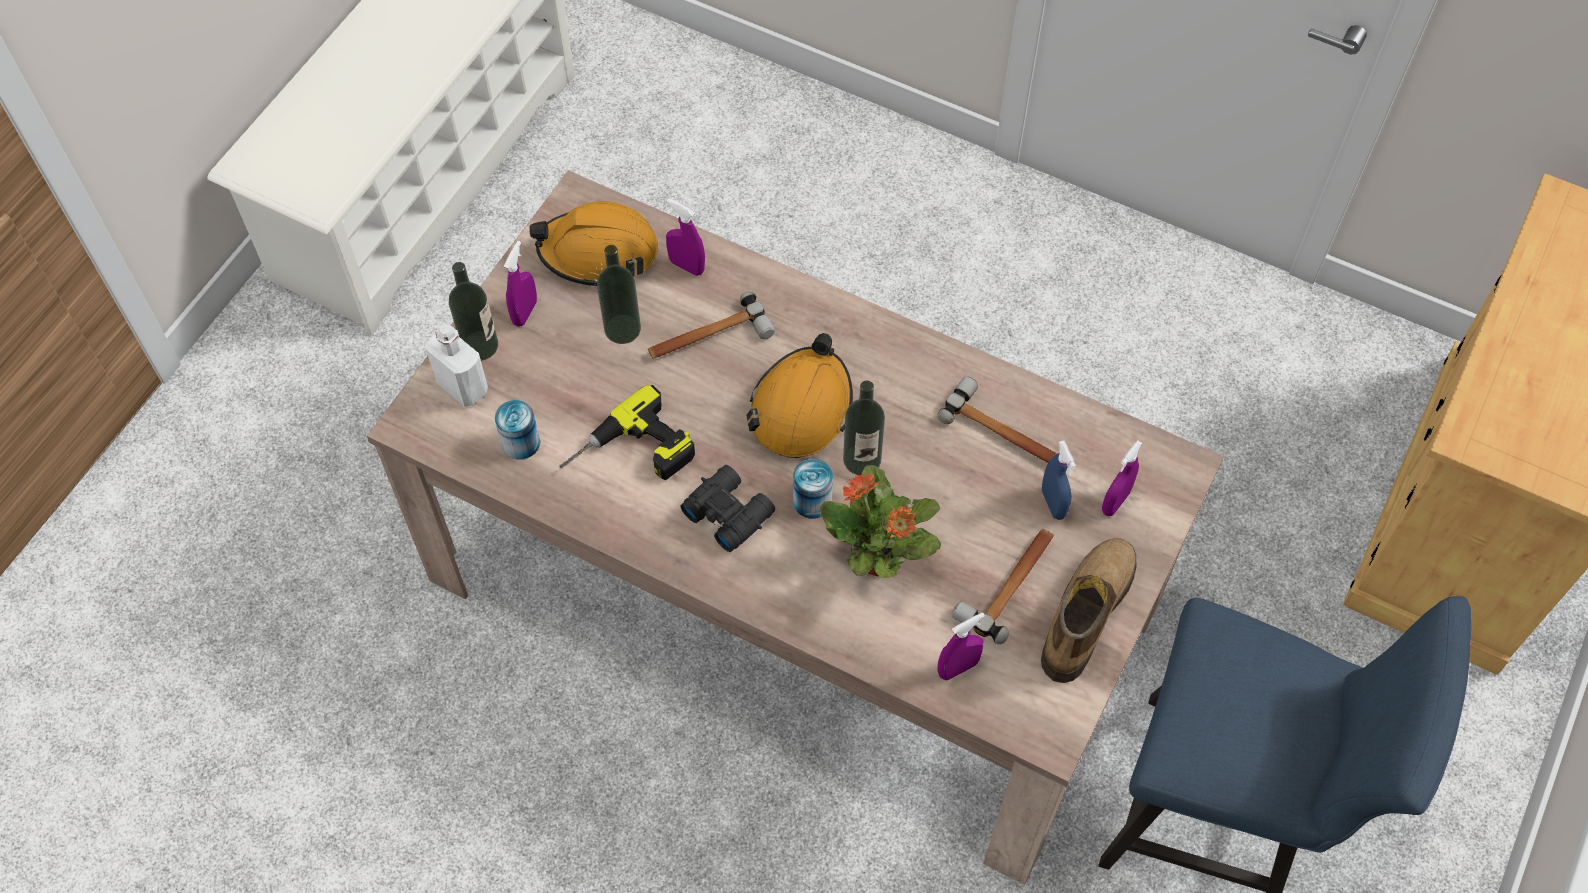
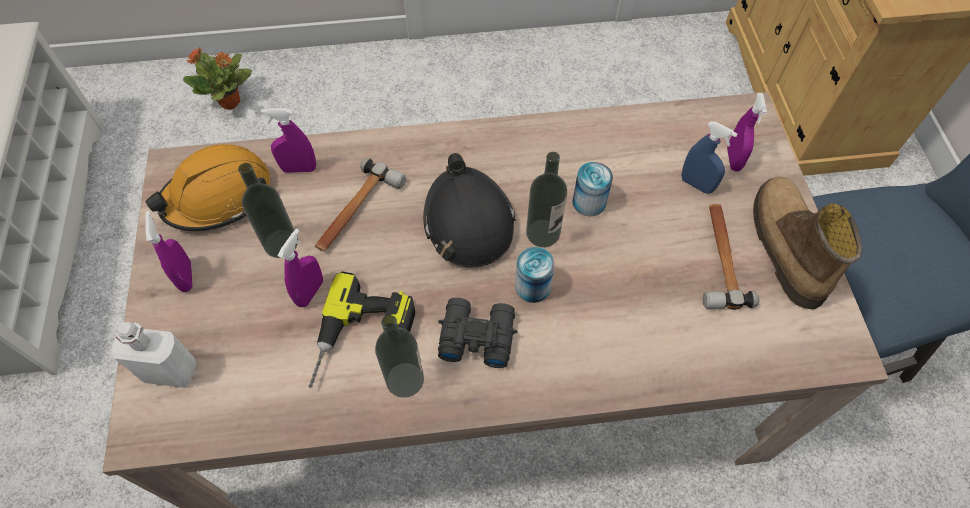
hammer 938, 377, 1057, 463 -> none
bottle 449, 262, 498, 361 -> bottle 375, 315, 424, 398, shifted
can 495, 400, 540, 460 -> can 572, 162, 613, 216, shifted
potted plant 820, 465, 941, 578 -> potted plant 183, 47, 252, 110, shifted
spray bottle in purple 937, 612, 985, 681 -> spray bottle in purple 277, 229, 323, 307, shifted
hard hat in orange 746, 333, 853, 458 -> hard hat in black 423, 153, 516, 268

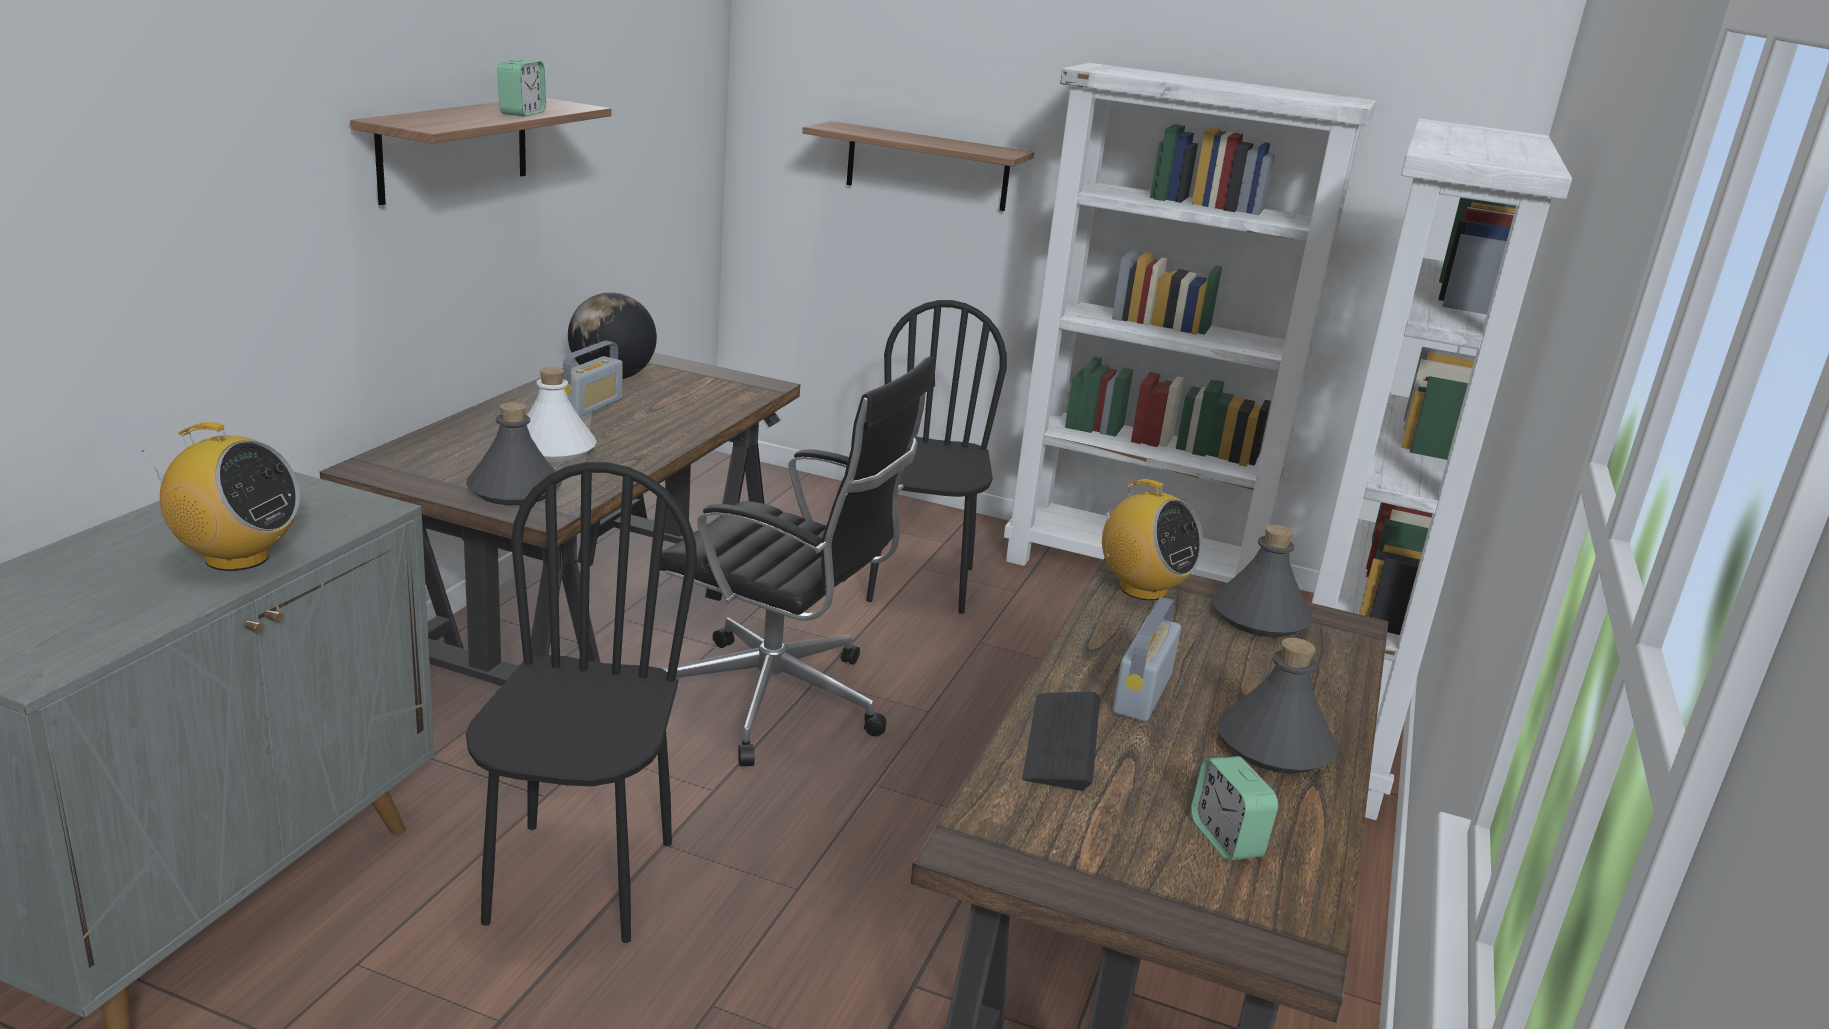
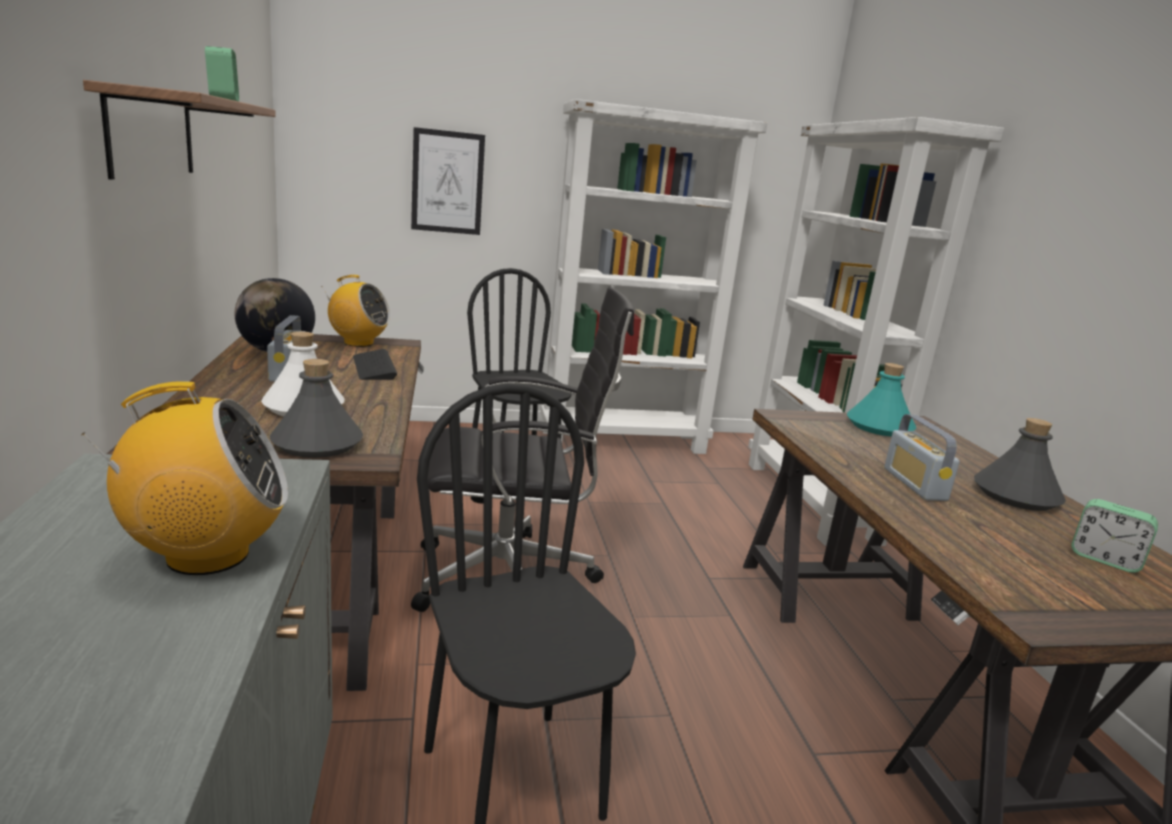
keyboard 1022, 692, 1100, 791 -> keyboard 353, 349, 397, 380, shifted
radio 1099, 479, 1203, 601 -> radio 321, 275, 390, 347, shifted
shelf 802, 121, 1034, 211 -> picture 411, 127, 485, 235
bottle in grey 1212, 525, 1312, 637 -> bottle in turquoise 847, 363, 916, 437

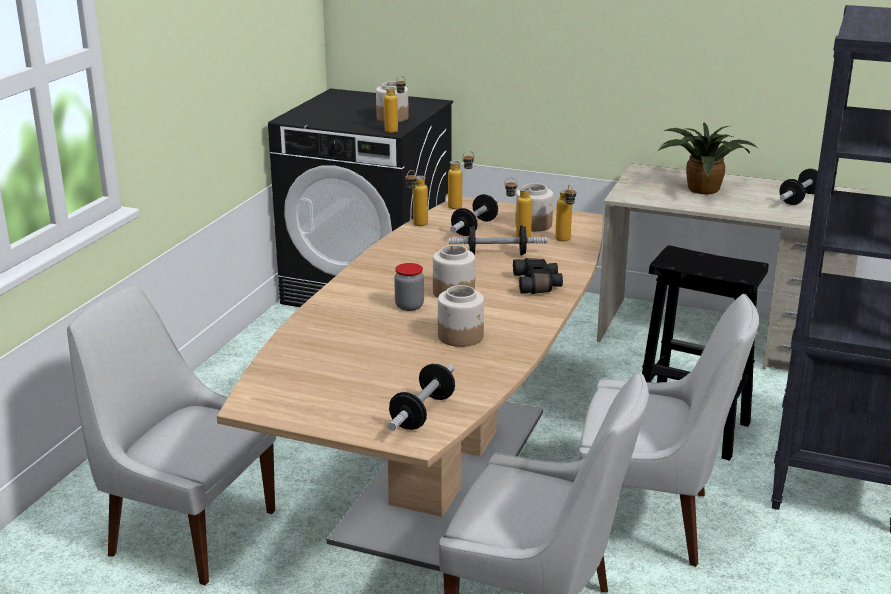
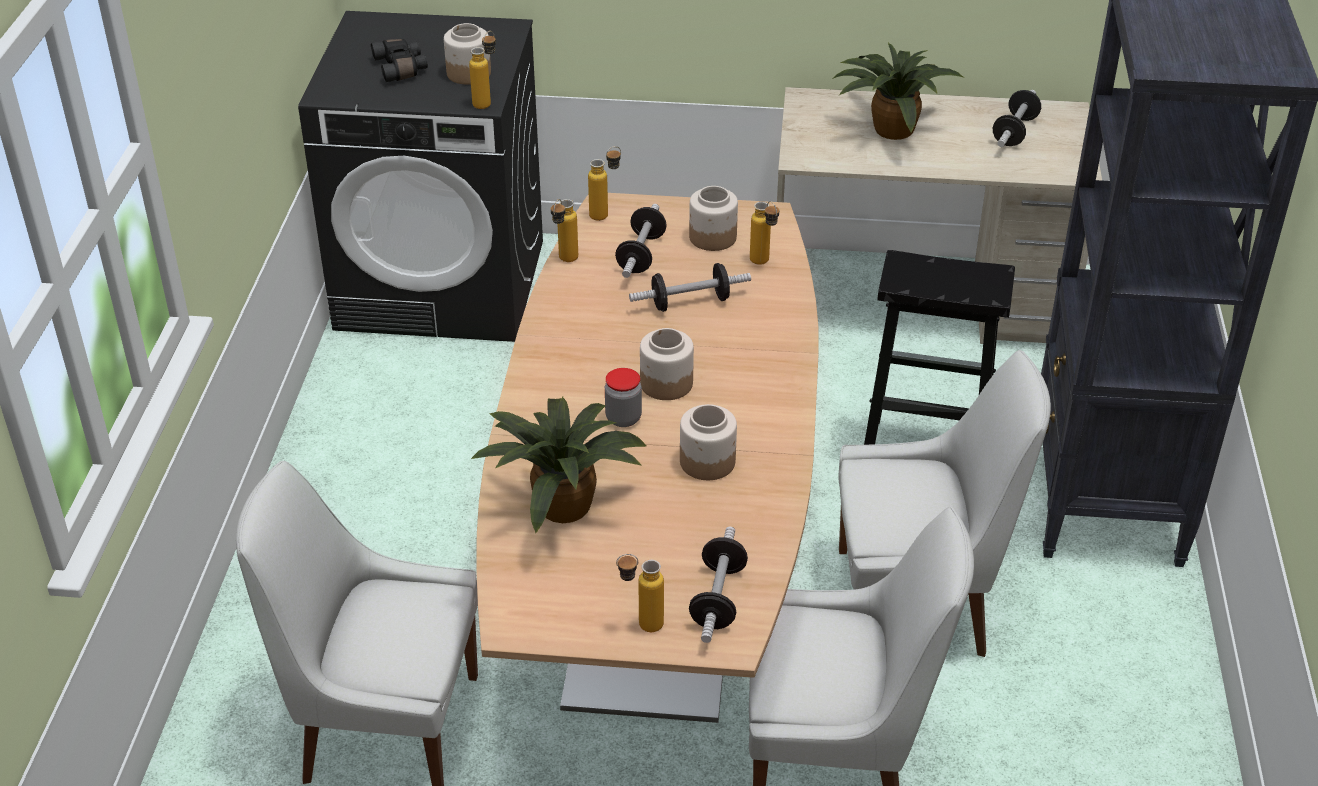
none -> potted plant 471, 397, 647, 533
bottle 504, 177, 532, 237 -> bottle 616, 554, 664, 632, shifted
binoculars in black 513, 258, 563, 294 -> binoculars in black 371, 39, 428, 82, shifted

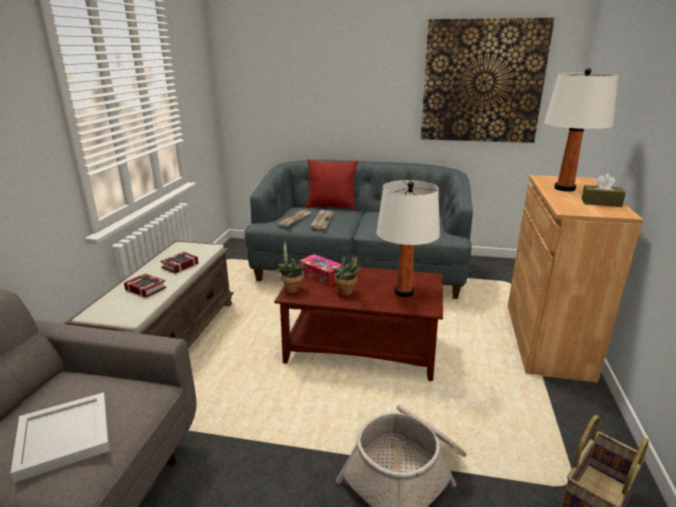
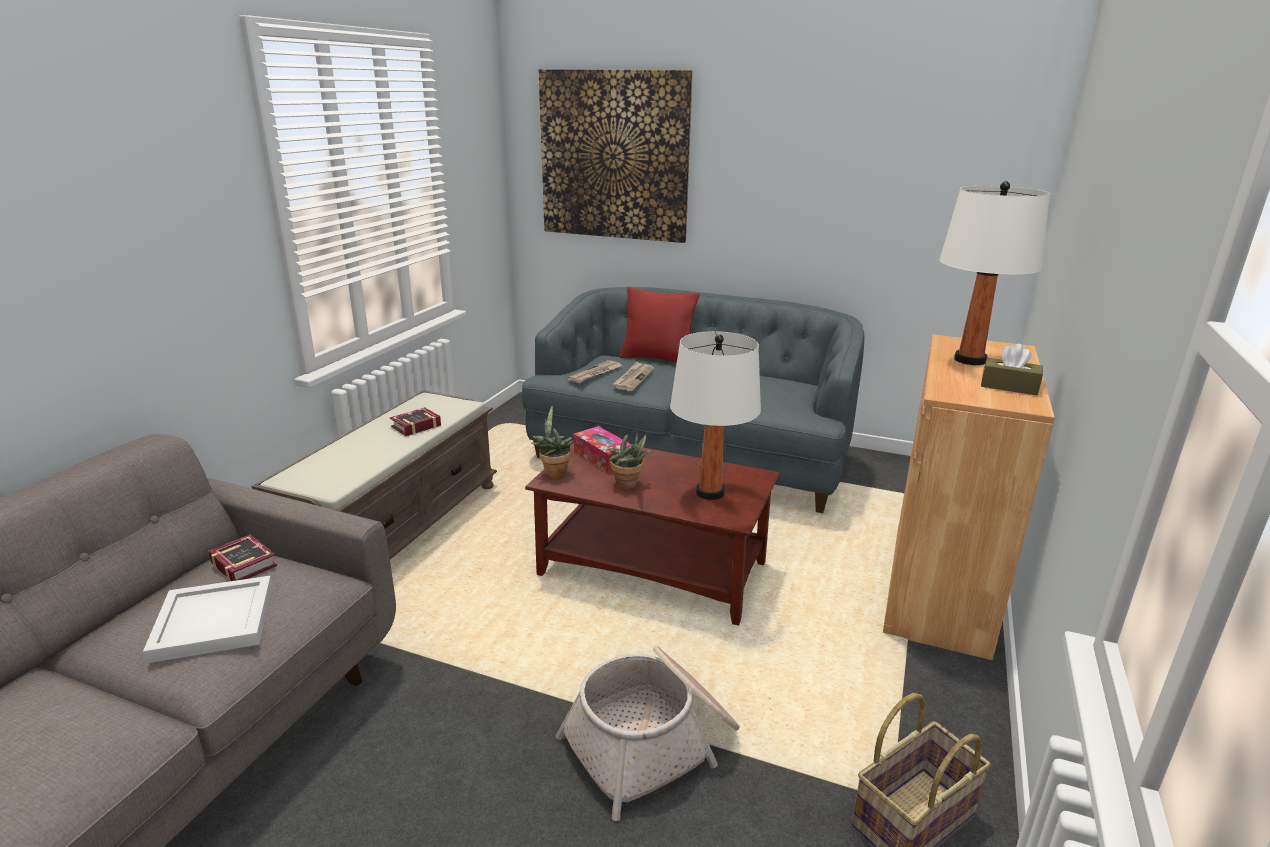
book 124, 273, 166, 298 -> book 208, 534, 277, 582, shifted
picture 421, 18, 555, 143 -> picture 539, 69, 693, 243, shifted

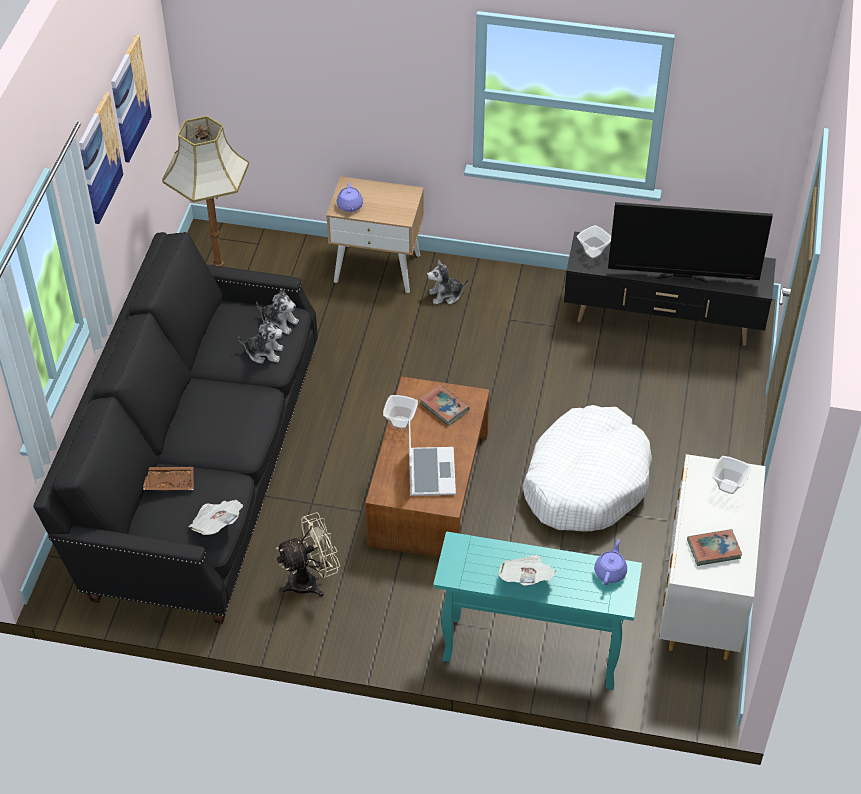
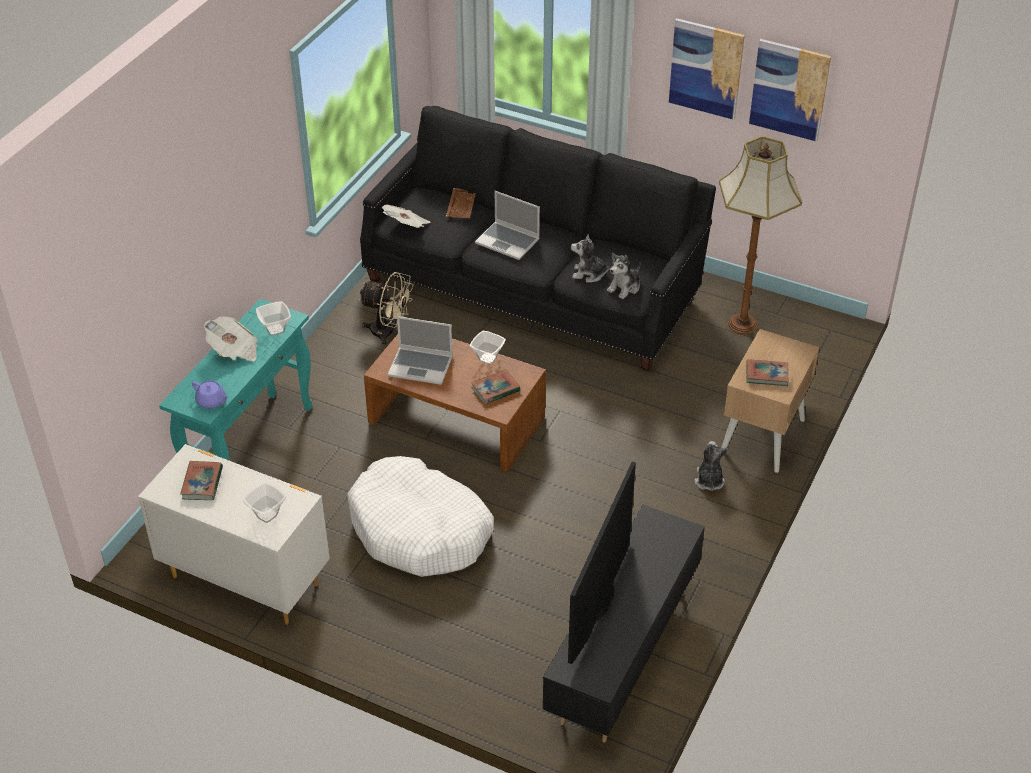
teapot in purple 337, 183, 363, 212 -> none
none -> laptop 475, 191, 540, 260
none -> book 746, 359, 789, 386
bowl 577, 225, 611, 259 -> bowl 256, 301, 291, 336, shifted
plush toy 238, 317, 283, 364 -> plush toy 571, 234, 613, 283, 75 degrees clockwise
fan in beige 276, 512, 340, 597 -> fan in beige 359, 272, 413, 345, 60 degrees counterclockwise

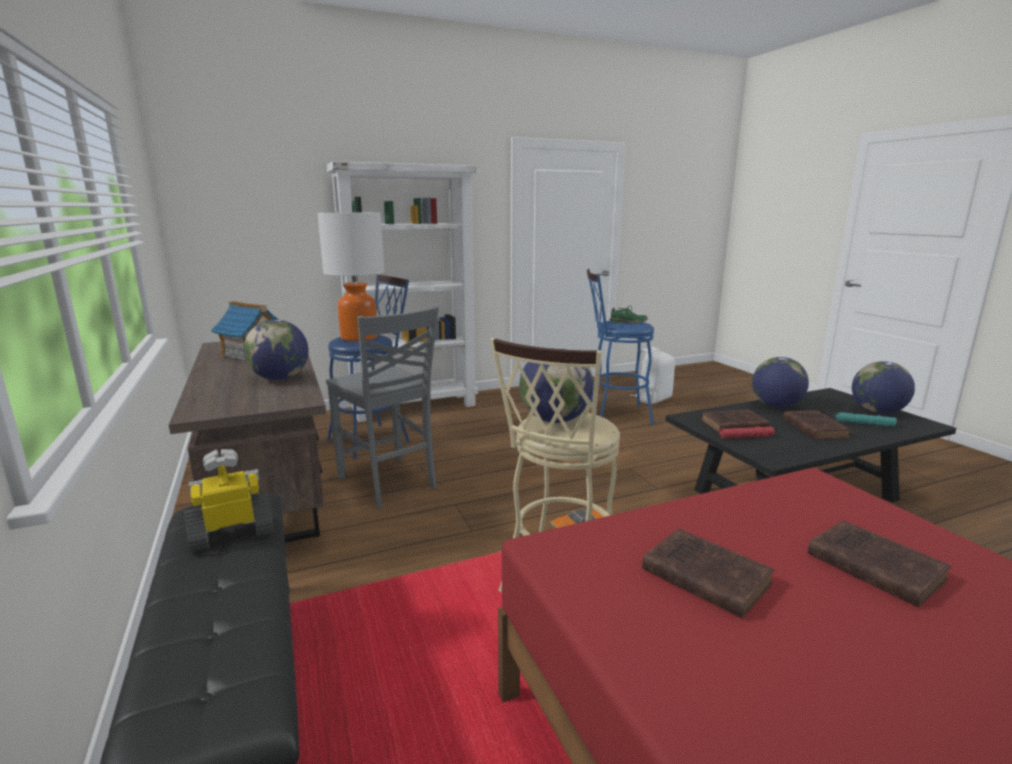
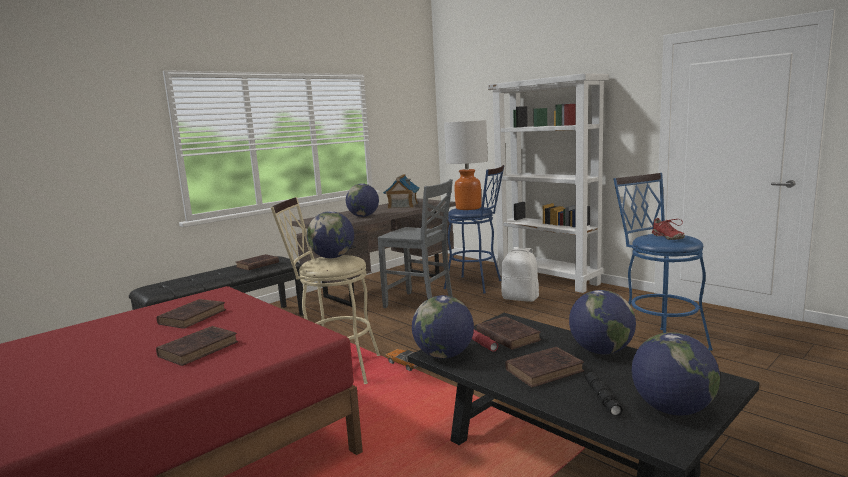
none -> globe 412, 295, 474, 359
backpack in white 632, 347, 675, 404 -> backpack in white 501, 247, 539, 302, shifted
toy robot 184, 449, 274, 553 -> book in brown 236, 254, 279, 270
shoe in green 610, 305, 648, 323 -> shoe in red 650, 218, 685, 240
flashlight in turquoise 835, 412, 897, 427 -> flashlight in black 585, 372, 623, 417
chair in grey 326, 306, 439, 508 -> chair in grey 377, 179, 453, 308, 90 degrees counterclockwise

